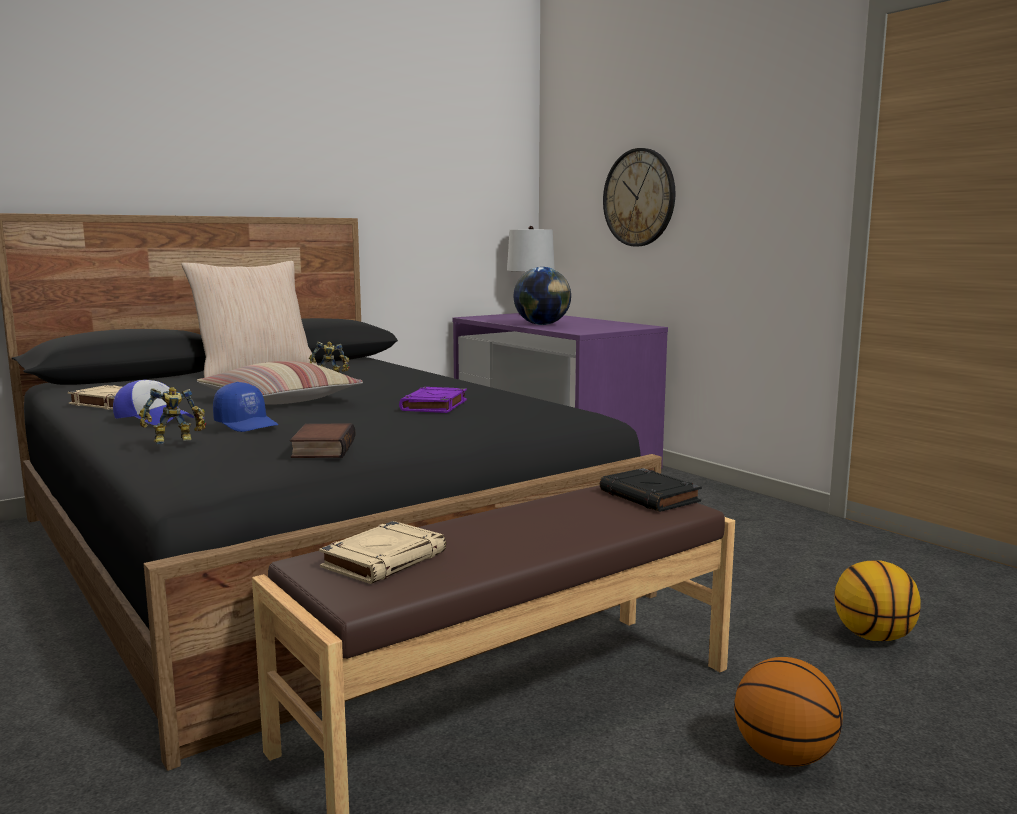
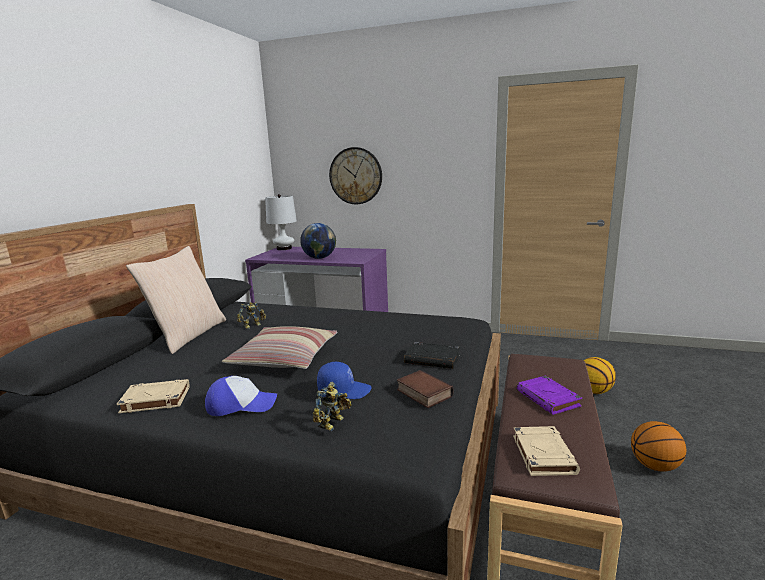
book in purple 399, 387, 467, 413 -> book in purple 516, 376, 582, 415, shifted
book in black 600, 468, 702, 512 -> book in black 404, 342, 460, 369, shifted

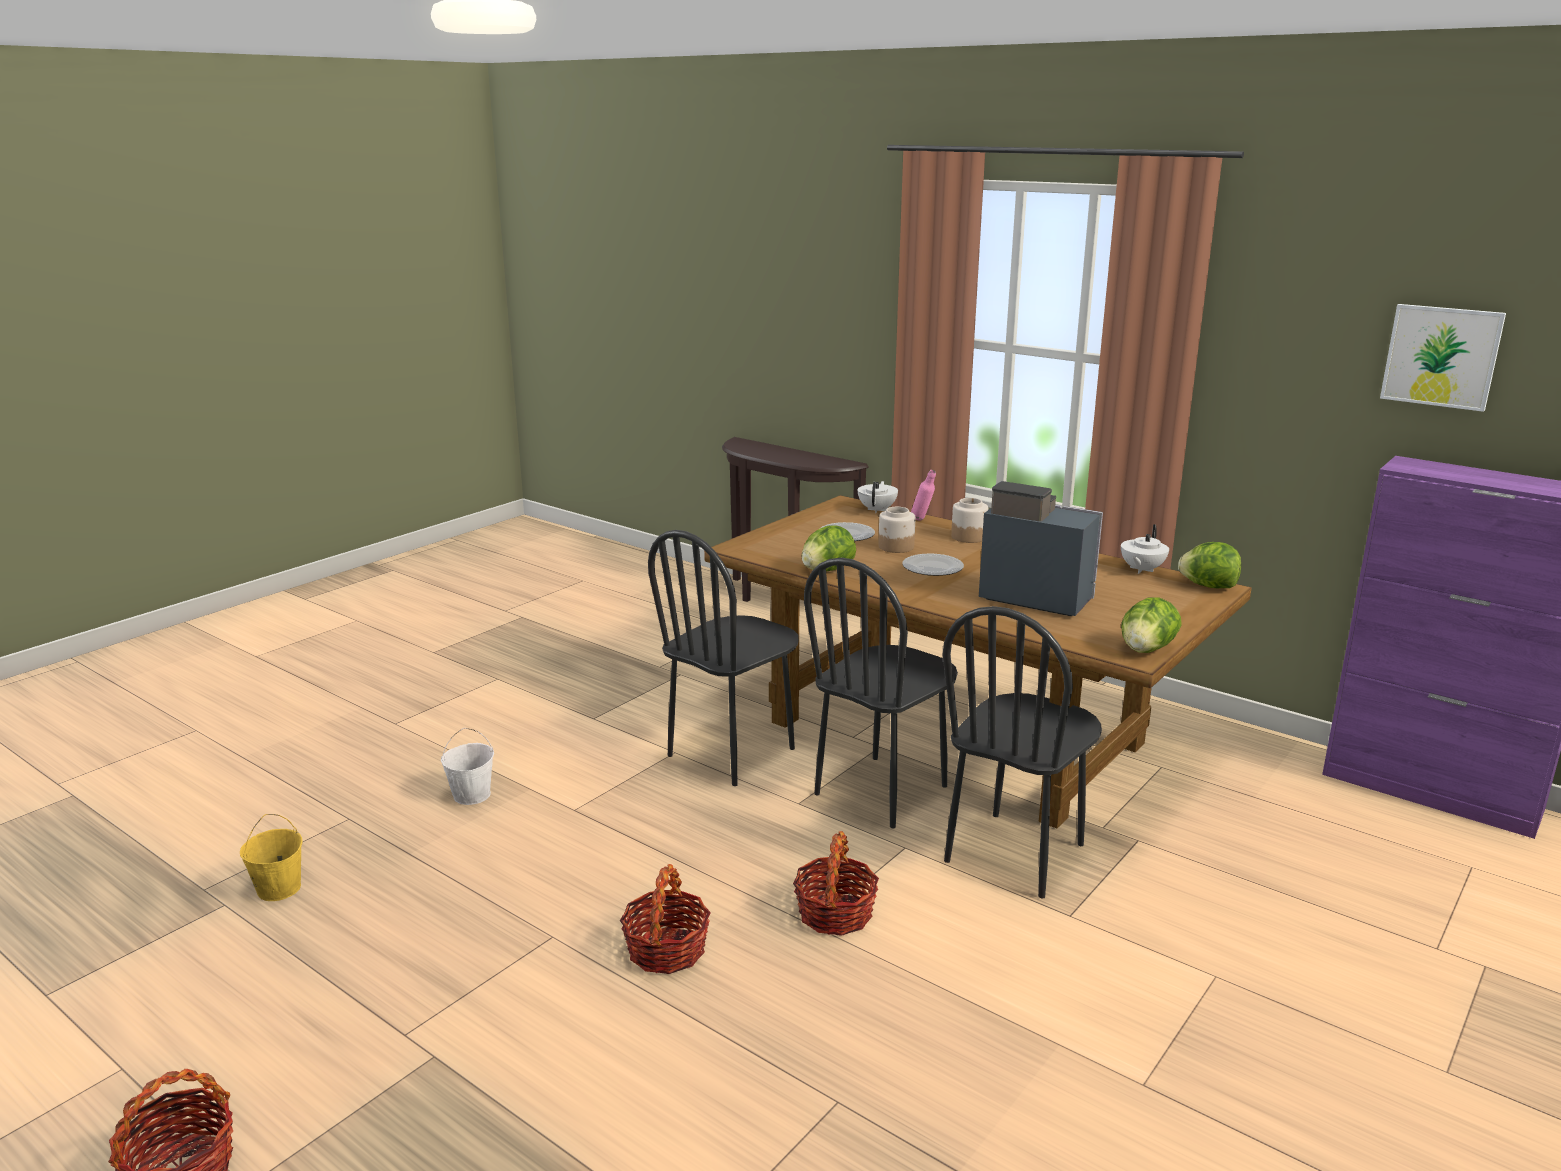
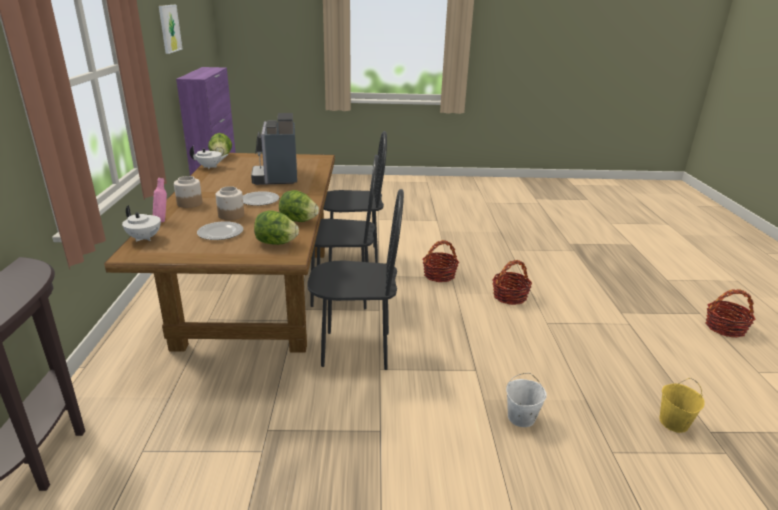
lettuce 1121, 597, 1182, 653 -> lettuce 254, 210, 299, 245, shifted
teapot in white 858, 481, 898, 513 -> teapot in white 122, 205, 161, 242, 120 degrees counterclockwise

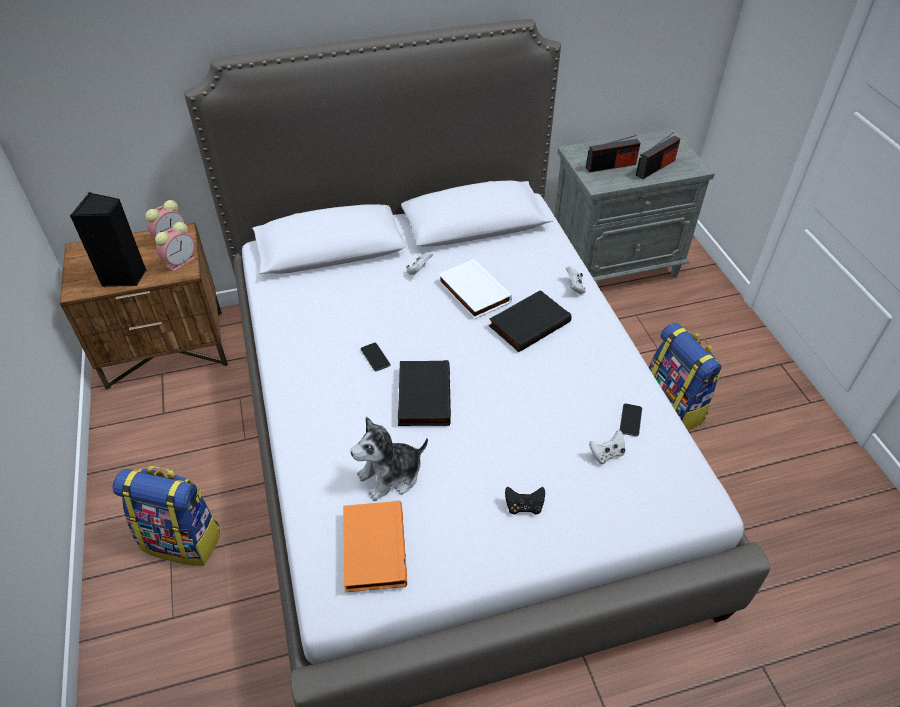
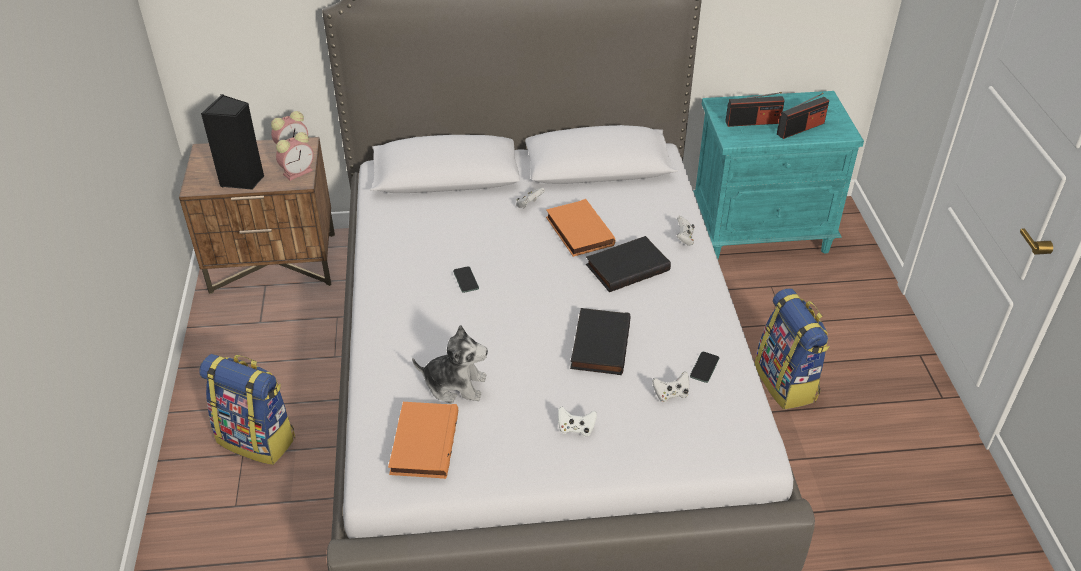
book in black 398, 360, 451, 426 -> book in black 570, 308, 631, 375, shifted
book in white 438, 259, 512, 319 -> book in orange 546, 199, 615, 257
game controller in black 505, 487, 545, 515 -> game controller in white 558, 406, 597, 437
nightstand in grey 554, 129, 715, 281 -> nightstand in turquoise 693, 91, 864, 259
plush toy 350, 417, 428, 501 -> plush toy 412, 325, 488, 404, 150 degrees counterclockwise

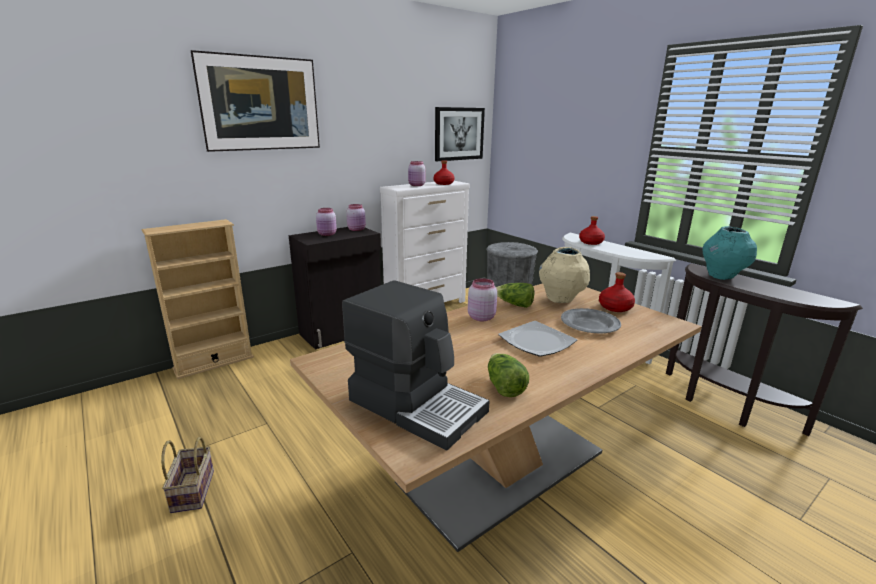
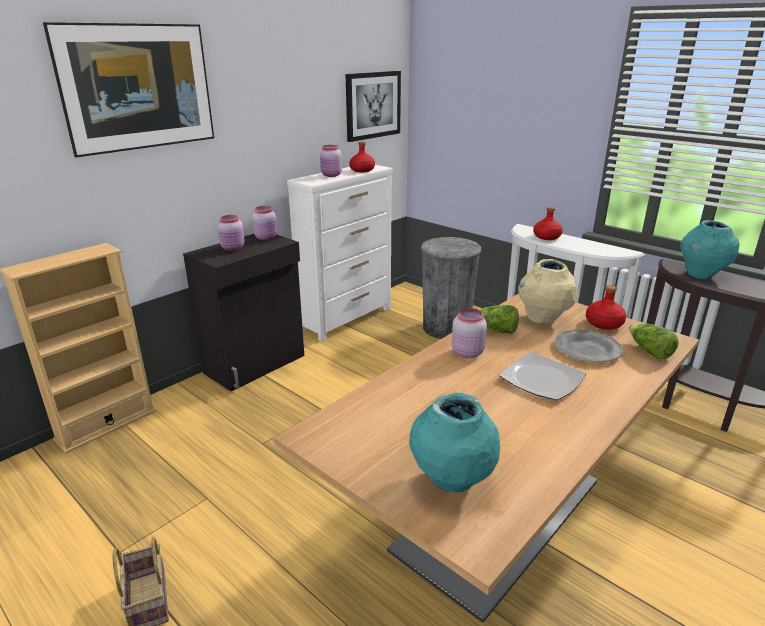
lettuce 488, 353, 529, 397 -> lettuce 629, 324, 679, 359, shifted
coffee machine 342, 280, 490, 451 -> vase in turquoise 409, 393, 500, 493

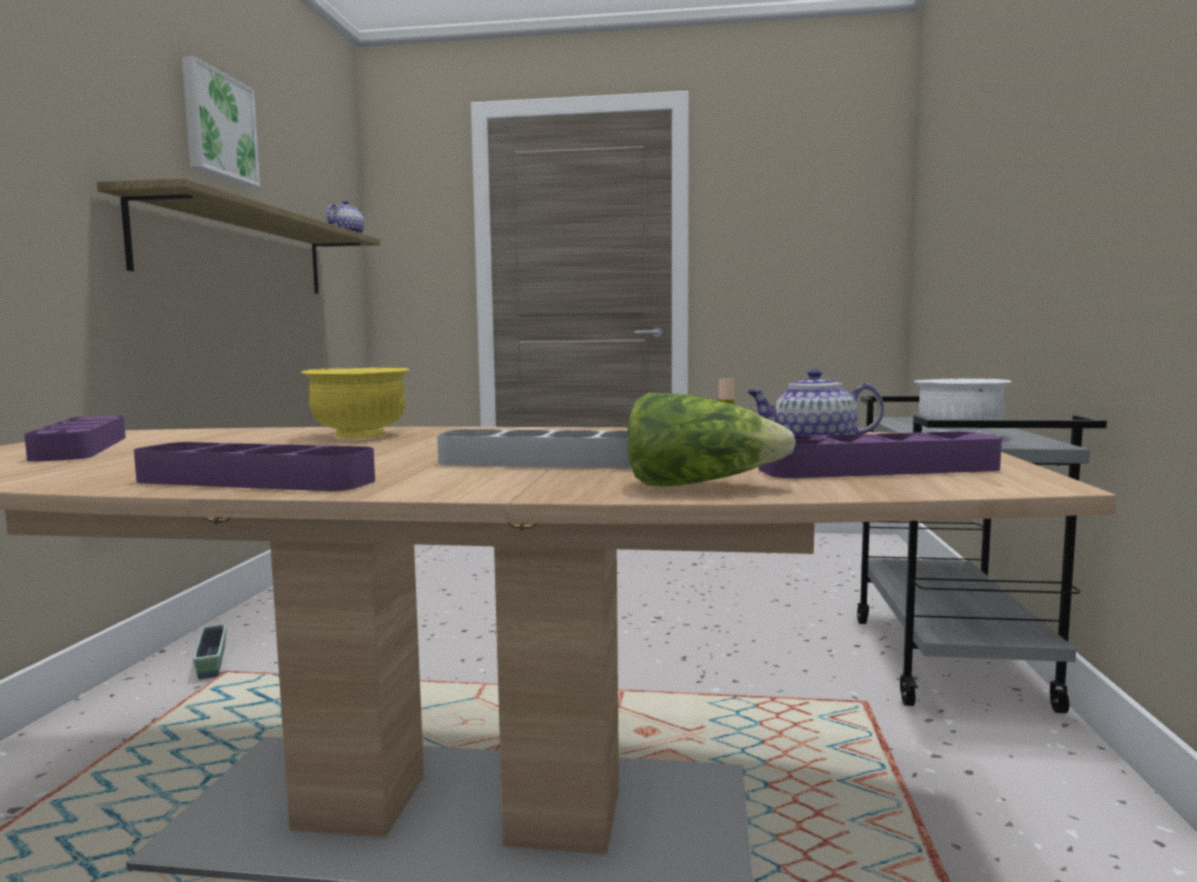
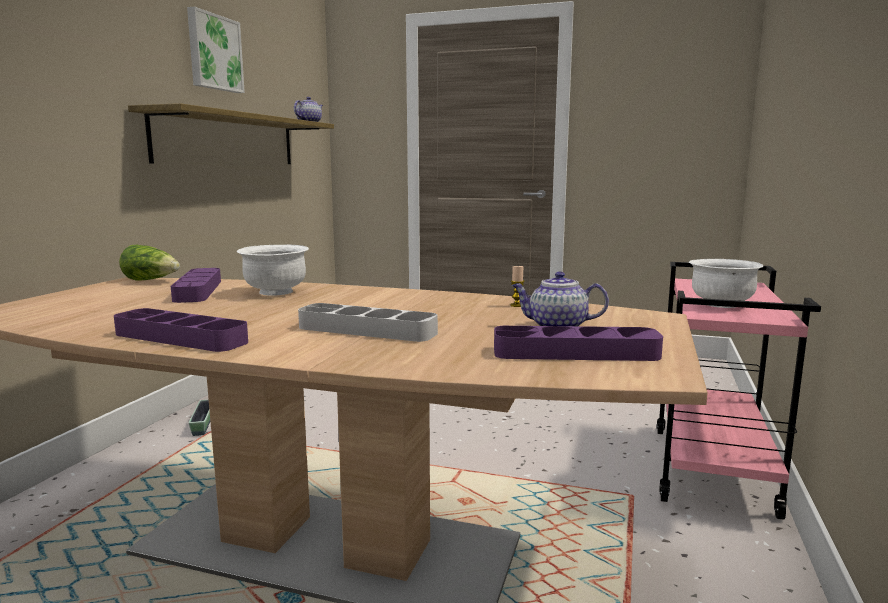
tray in purple 24, 416, 126, 462 -> tray in purple 171, 268, 221, 303, shifted
lettuce 627, 393, 796, 487 -> lettuce 119, 245, 180, 281, shifted
bowl in yellow 301, 367, 410, 438 -> bowl in white 237, 244, 309, 296
cart in grey 857, 396, 1107, 713 -> cart in pink 657, 262, 821, 520

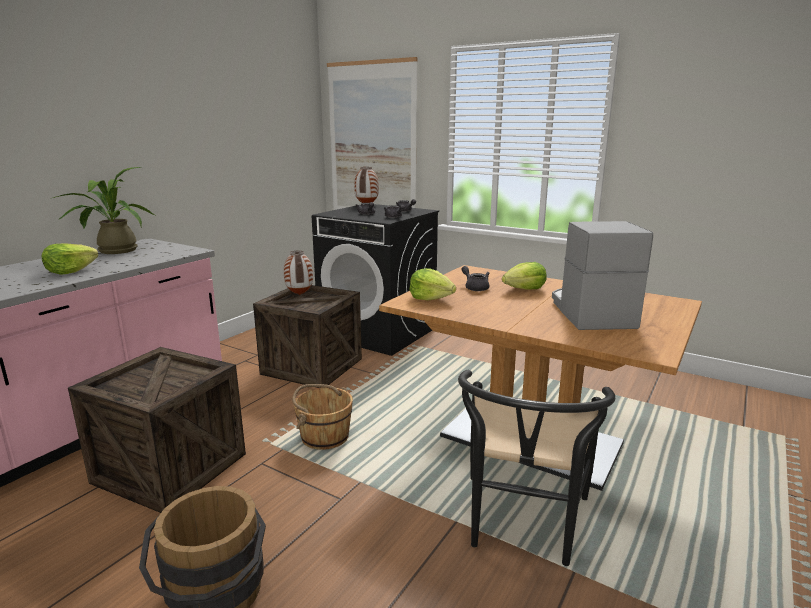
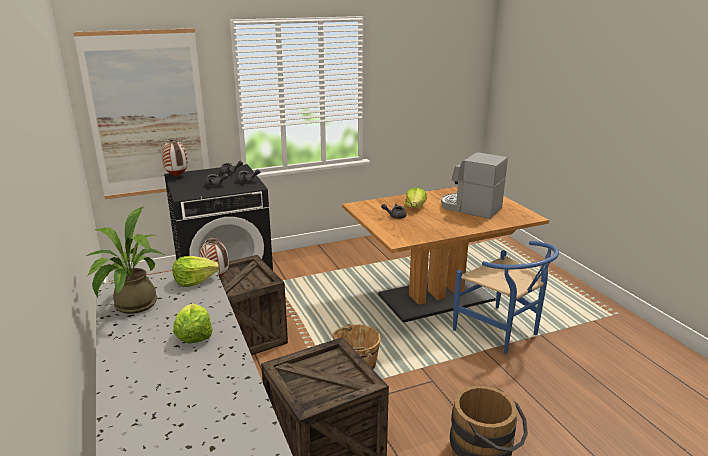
lettuce 410, 268, 456, 300 -> lettuce 172, 256, 219, 287, shifted
chair in black 458, 370, 615, 566 -> chair in blue 453, 241, 559, 354

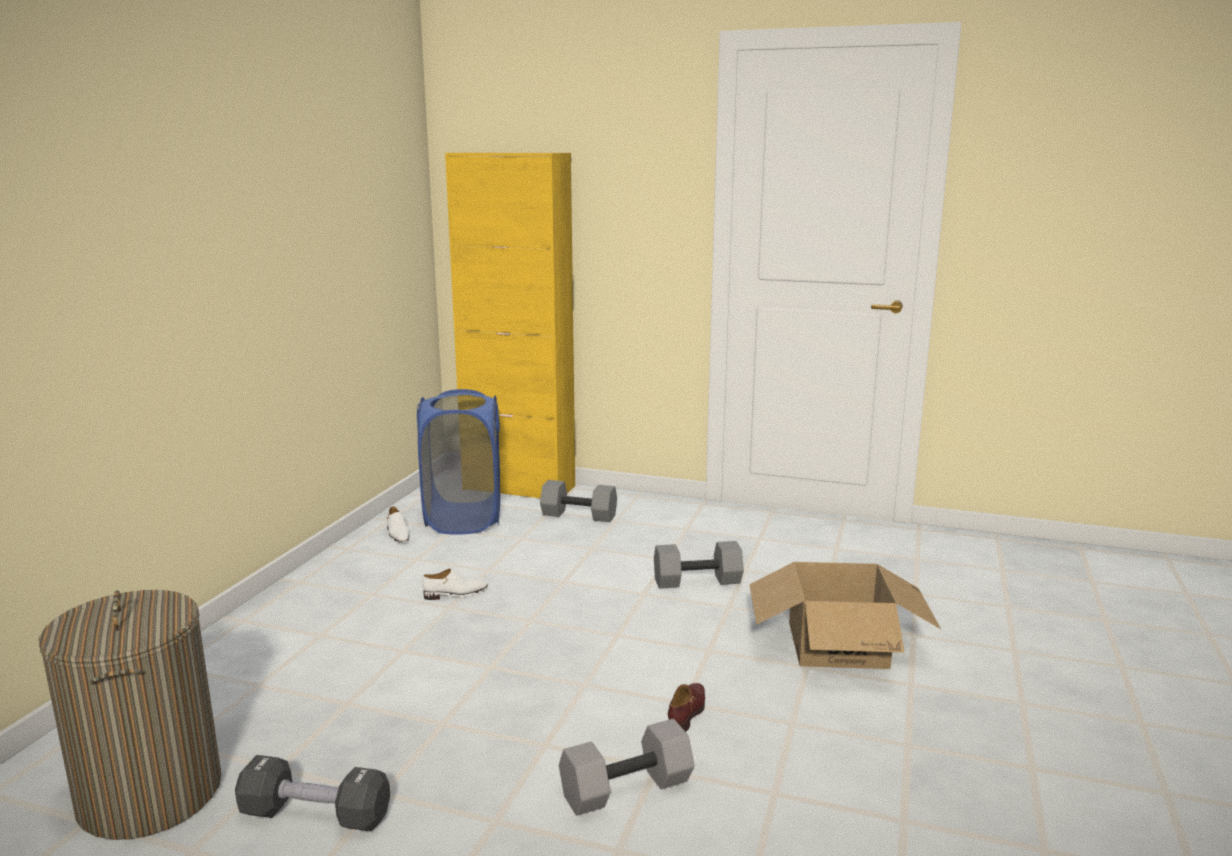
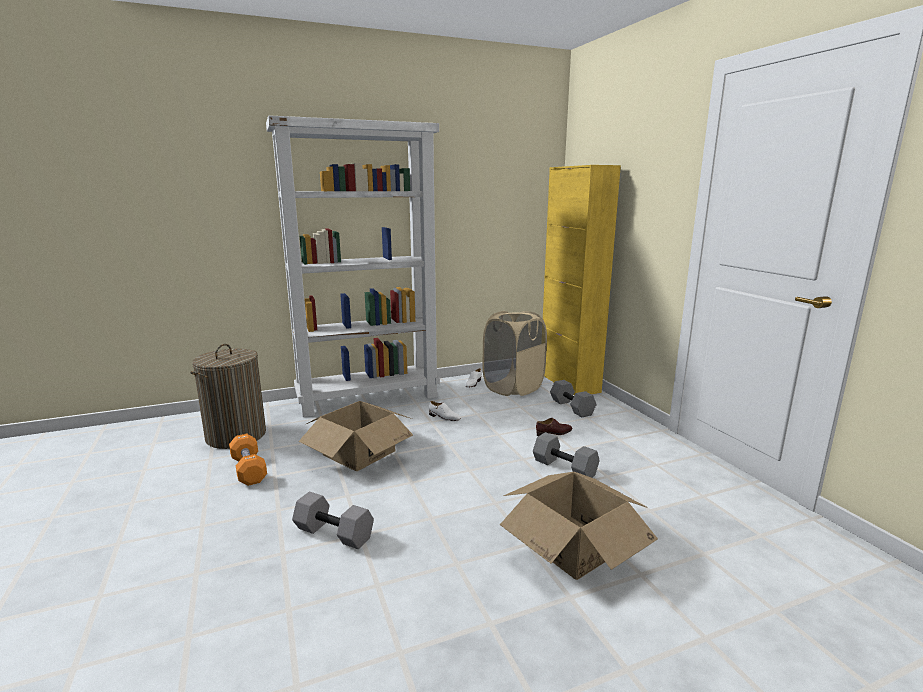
none -> bookcase in white 266, 115, 440, 417
none -> cardboard box 299, 401, 413, 471
shoe in brown 668, 683, 705, 732 -> shoe in brown 536, 418, 572, 436, shifted
dumbbell in black 235, 755, 390, 831 -> dumbbell in orange 229, 434, 267, 486
laundry basket in blue 417, 389, 500, 534 -> laundry basket in beige 483, 311, 547, 396

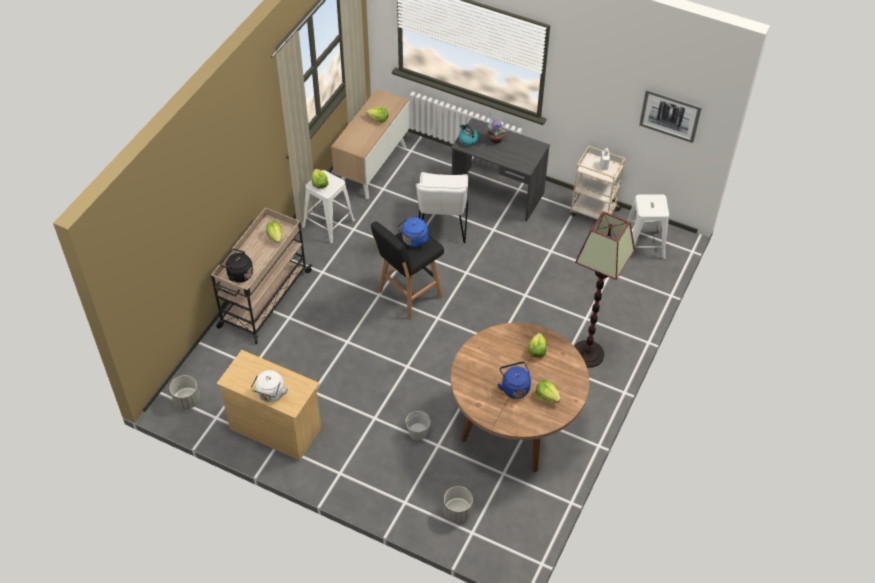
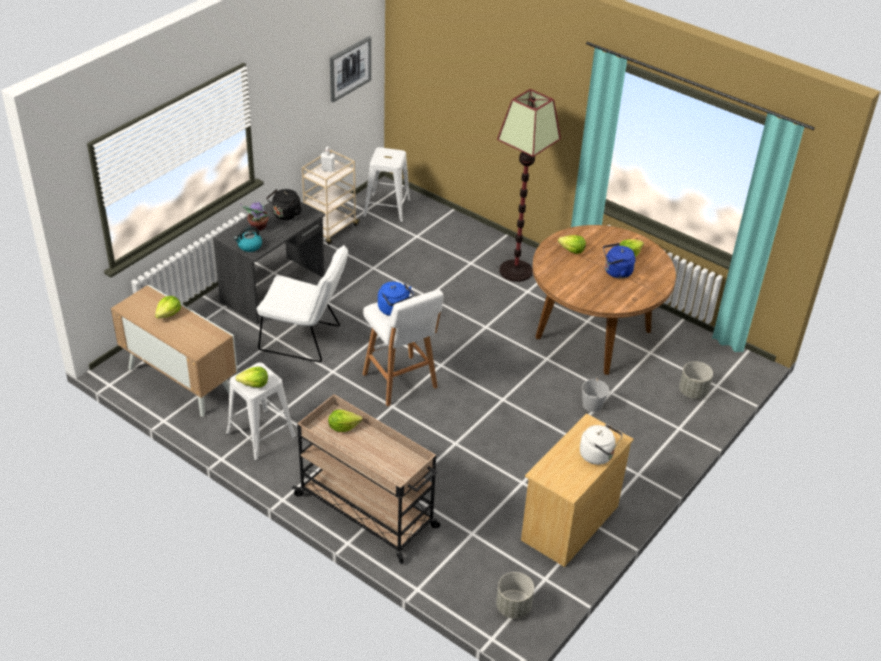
kettle in black 220, 249, 253, 283 -> kettle in black 266, 189, 302, 220, shifted
stool in black 371, 221, 444, 320 -> stool in white 363, 290, 443, 407

